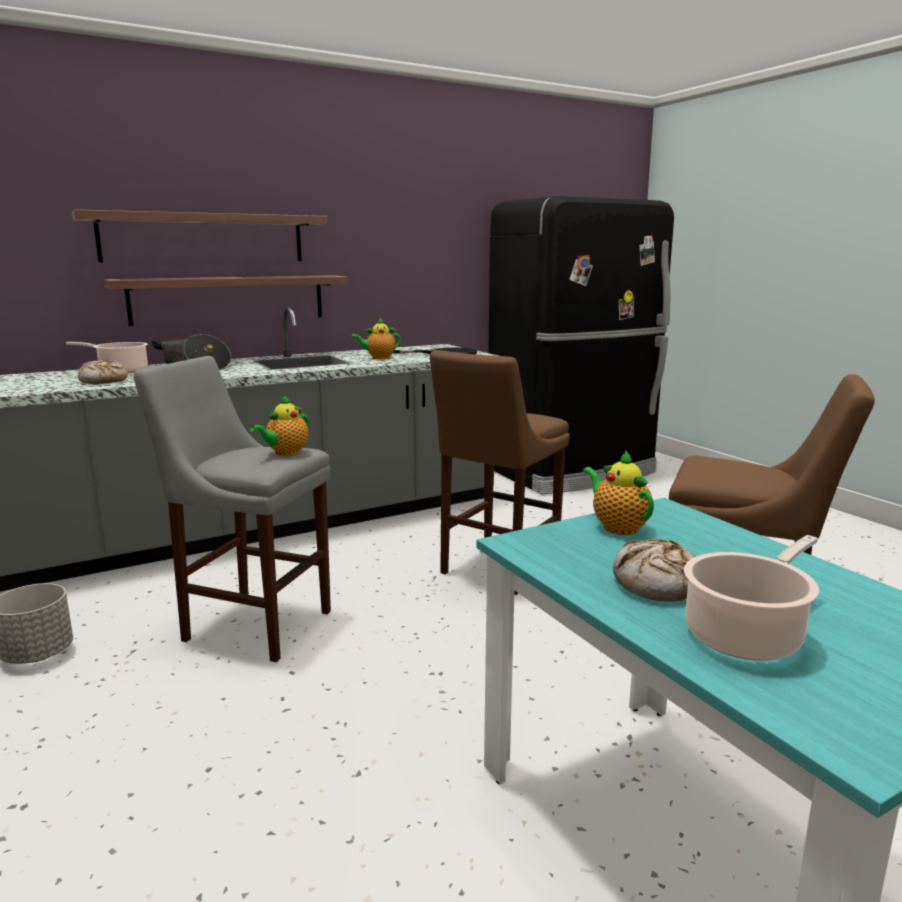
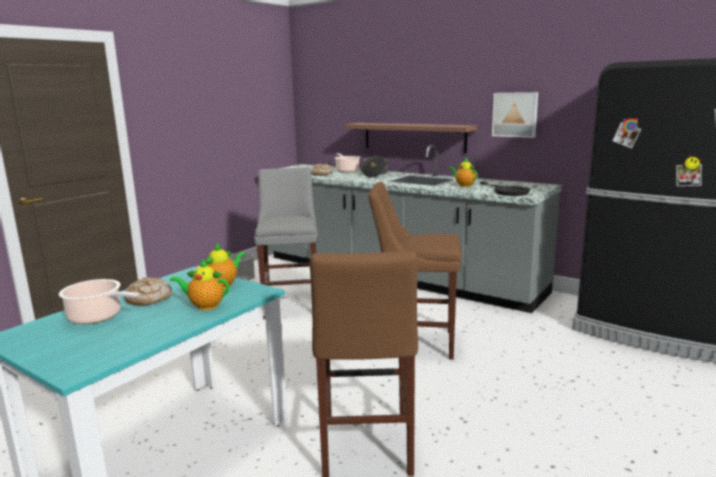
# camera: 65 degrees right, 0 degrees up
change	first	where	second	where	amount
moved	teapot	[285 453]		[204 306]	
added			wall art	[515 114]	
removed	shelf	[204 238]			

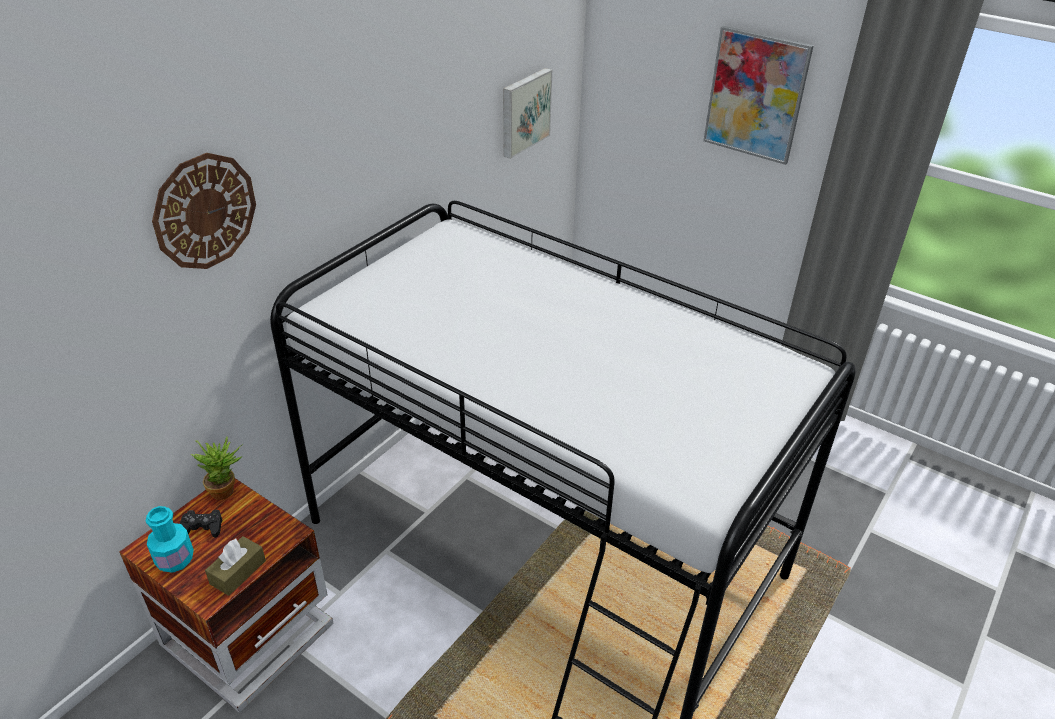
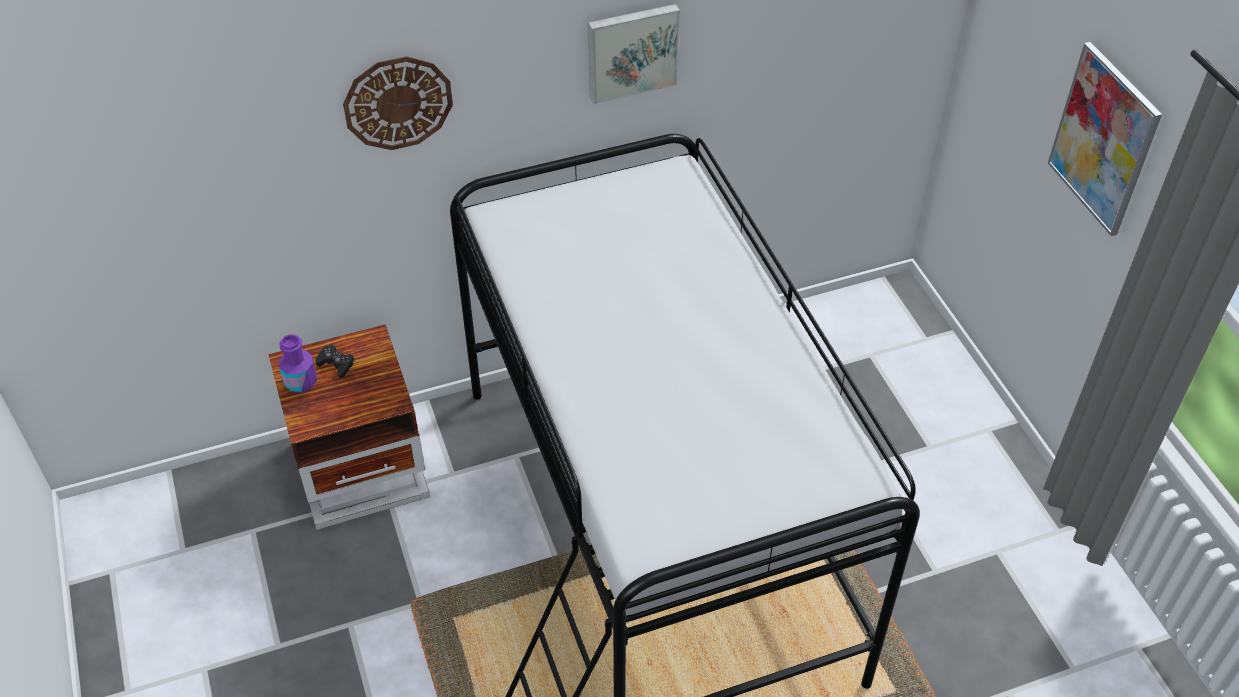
# camera: 35 degrees right, 10 degrees up
change	first	where	second	where	amount
recoloured	drink bottle (blue-green)	[175 559]	drink bottle (purplish)	[301 381]	
moved	wall art	[524 112]		[631 51]	
removed	plant in a pot	[227 490]			
removed	tissue box (brown-coloured)	[238 572]			

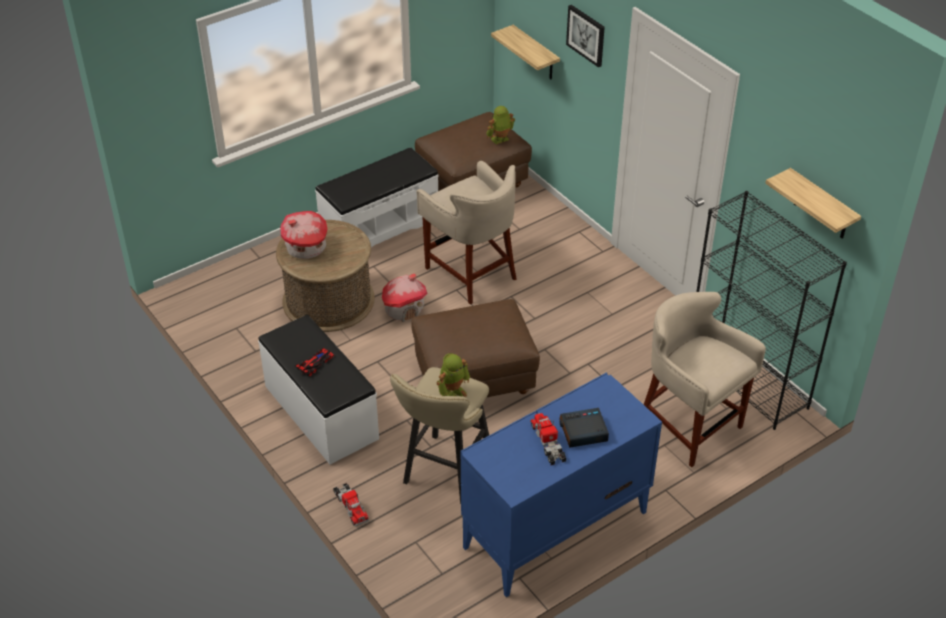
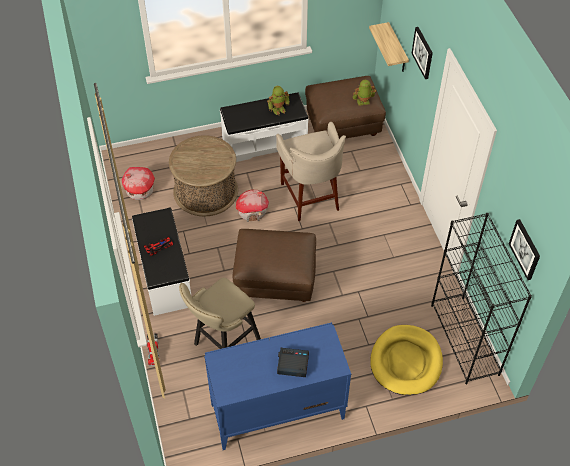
# camera: 20 degrees right, 10 degrees up
change	first	where	second	where	amount
moved	model house	[306 248]		[139 191]	
moved	toy robot	[453 392]		[278 109]	
replaced	stool seat (sand-coloured)	[689 426]	dog bed (yellow)	[406 362]	
replaced	shelf	[821 206]	wall art	[525 249]	
removed	toy truck	[548 443]			

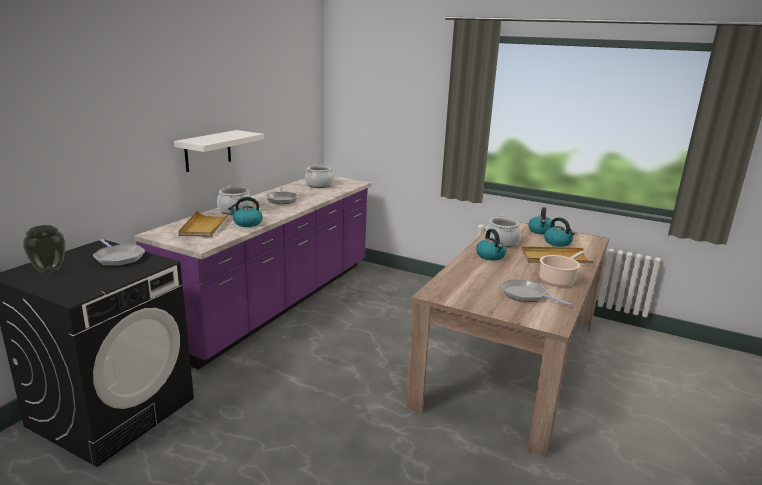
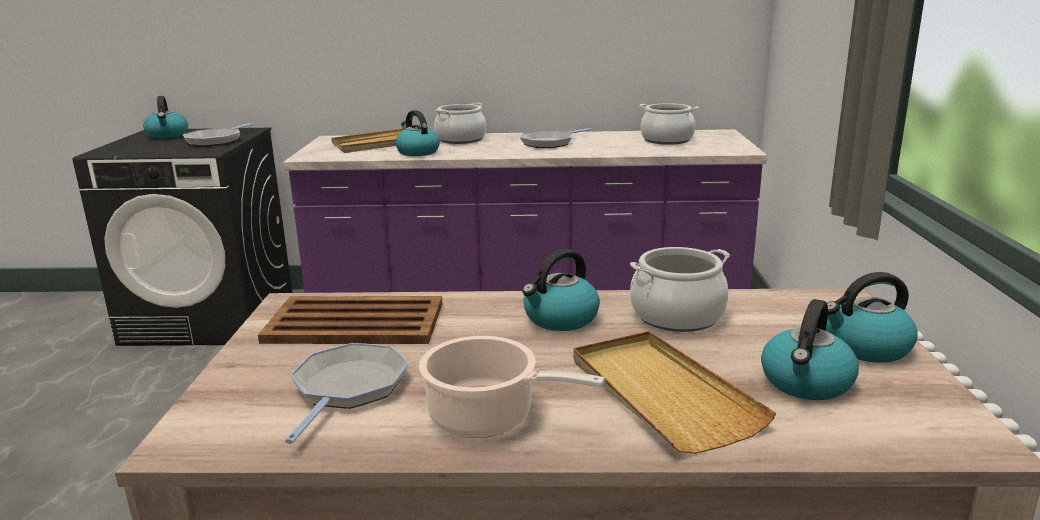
# camera: 65 degrees right, 0 degrees up
change	first	where	second	where	amount
replaced	flower vase	[49 270]	kettle	[167 135]	
added			serving tray (brown-coloured)	[353 322]	
removed	shelf (white-coloured)	[208 150]			

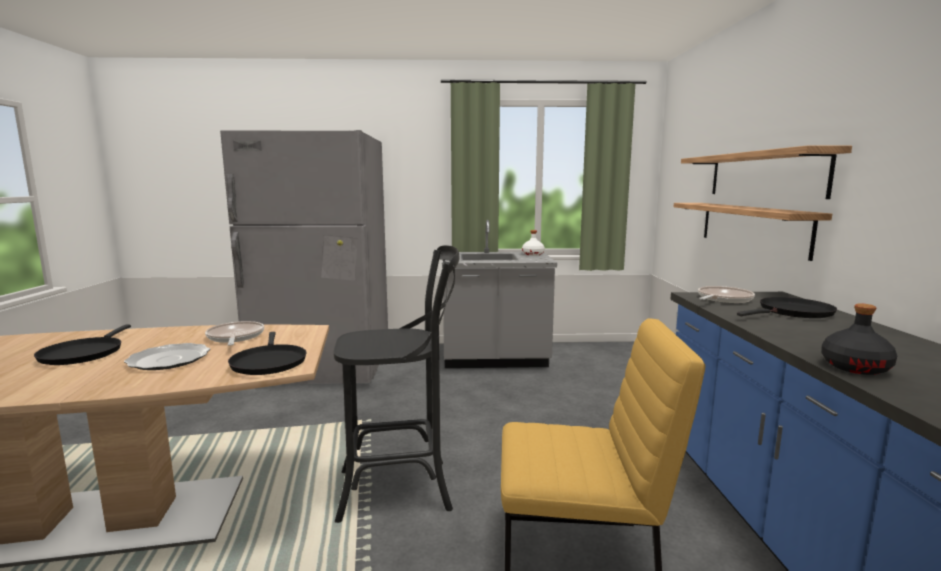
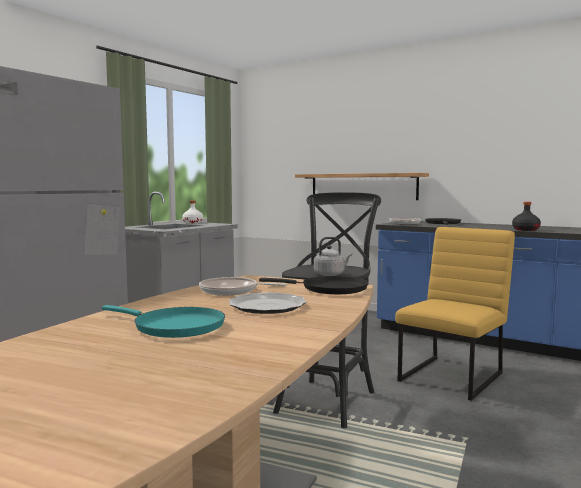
# camera: 55 degrees left, 5 degrees down
change	first	where	second	where	amount
recoloured	pan (black-coloured)	[84 353]	pan (blue-green)	[174 327]	
added			kettle (greyish)	[330 274]	
removed	shelf	[763 175]			

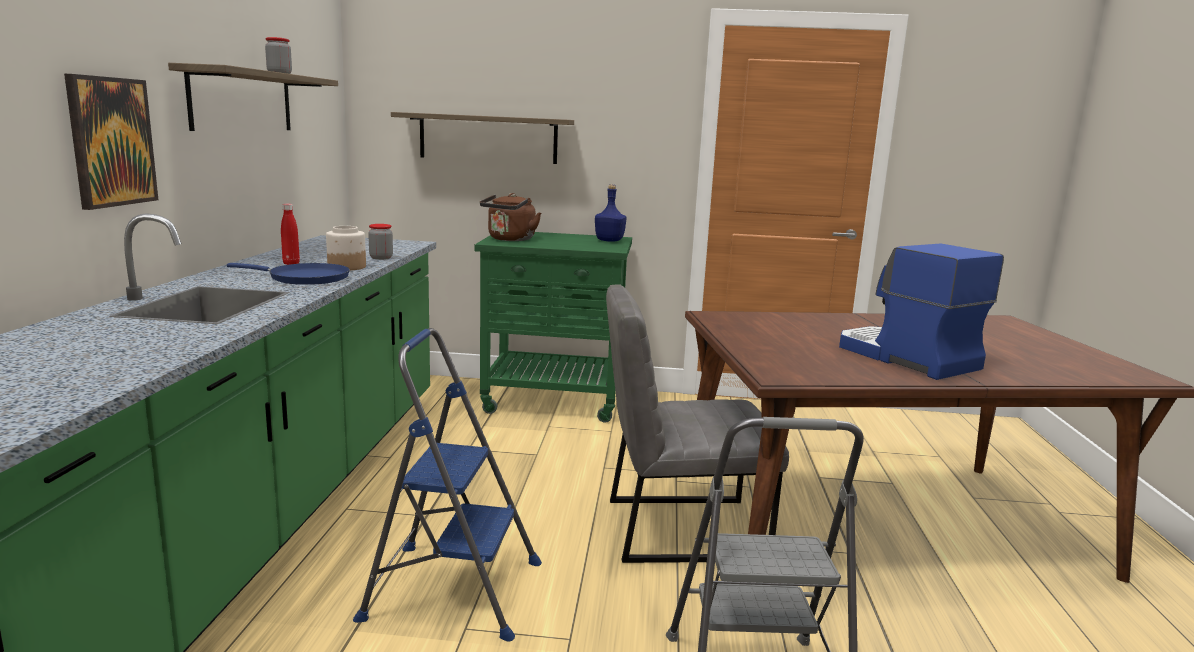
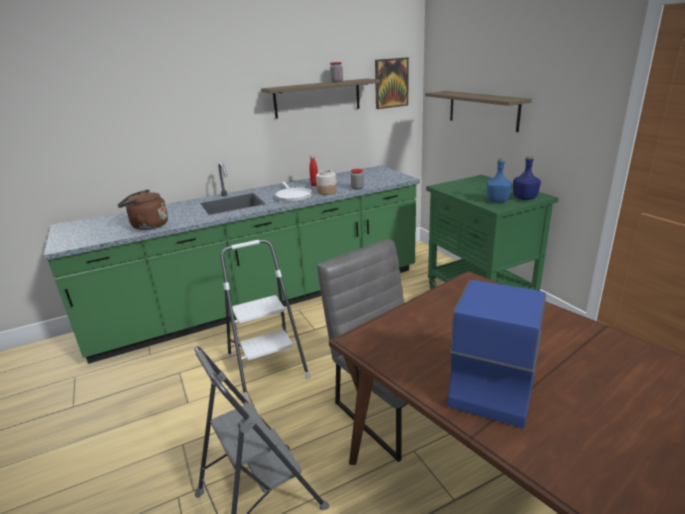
# camera: 60 degrees right, 10 degrees up
change	first	where	second	where	amount
moved	kettle (brown-coloured)	[510 239]		[147 226]	
recoloured	stepladder (blue-coloured)	[448 588]	stepladder (white-coloured)	[266 364]	
recoloured	pan (blue-coloured)	[304 278]	pan (white-coloured)	[293 196]	
moved	wall art	[111 142]		[391 83]	
added			drink bottle (blue-coloured)	[497 200]	

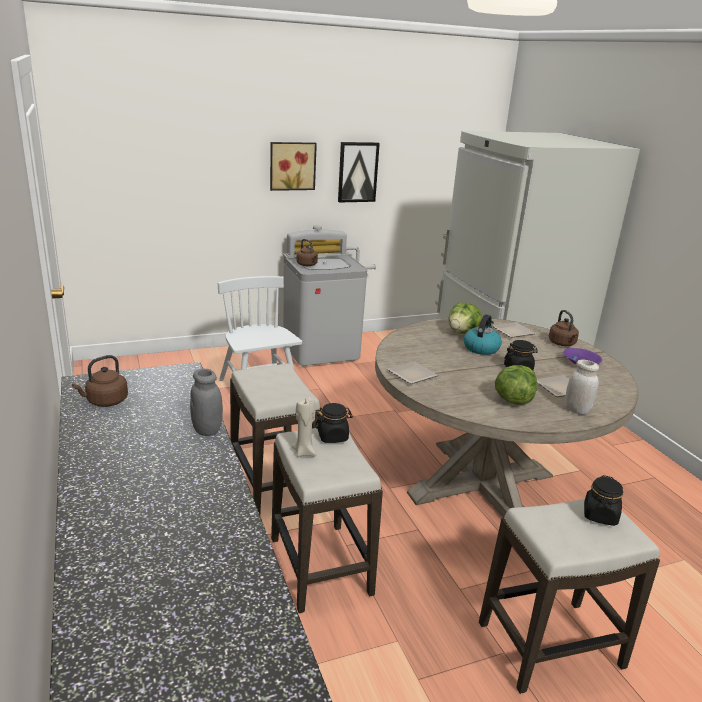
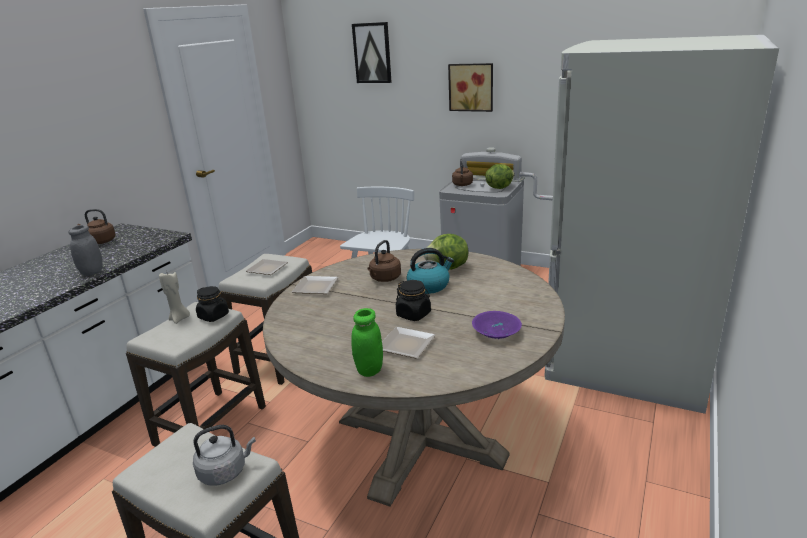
# camera: 50 degrees right, 0 degrees up
change	first	where	second	where	amount
replaced	preserve jar (black-coloured)	[600 515]	kettle (greyish)	[225 472]	
moved	plate	[511 331]		[266 268]	
recoloured	preserve jar (white-coloured)	[577 410]	preserve jar (greenish)	[369 370]	
moved	wall art	[357 172]		[372 53]	
moved	kettle (brown-coloured)	[562 344]		[384 279]	
moved	head of lettuce	[513 400]		[499 187]	

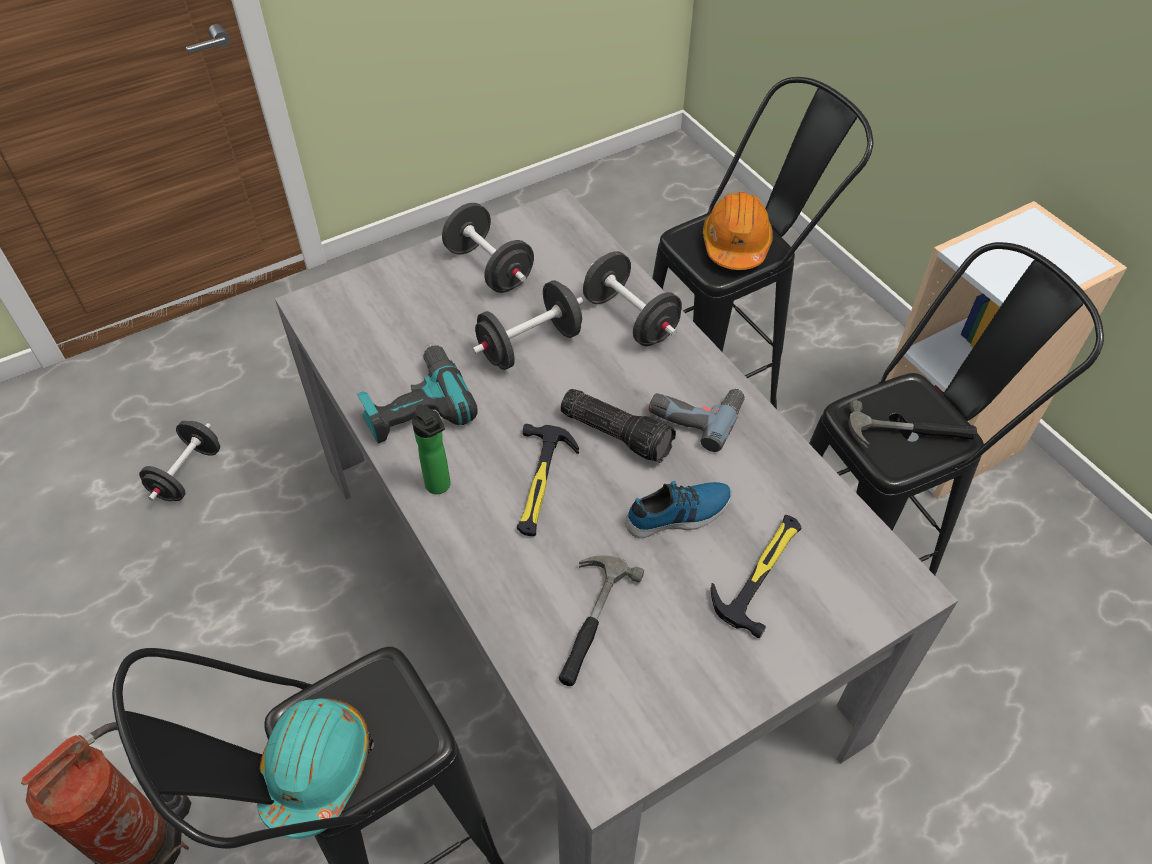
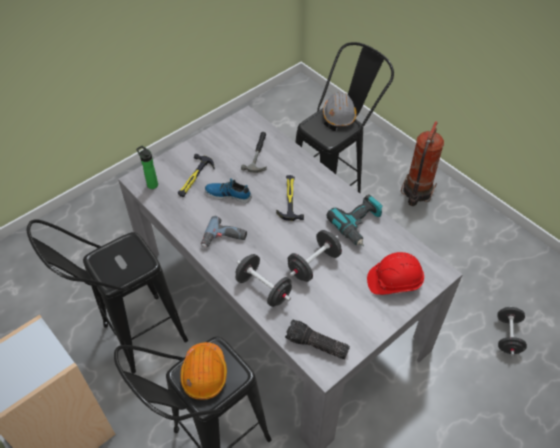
# camera: 170 degrees right, 0 degrees up
change	first	where	second	where	amount
moved	drink bottle	[440 487]		[151 184]	
turned	item of footwear	[679 515]		[228 194]	45 degrees clockwise
moved	flashlight	[617 433]		[316 345]	
recoloured	hard hat (blue-green)	[316 769]	hard hat (greyish)	[339 115]	
added			hard hat (reddish)	[394 281]	
removed	free weight (black-coloured)	[489 268]			
removed	tool hammer	[910 433]			

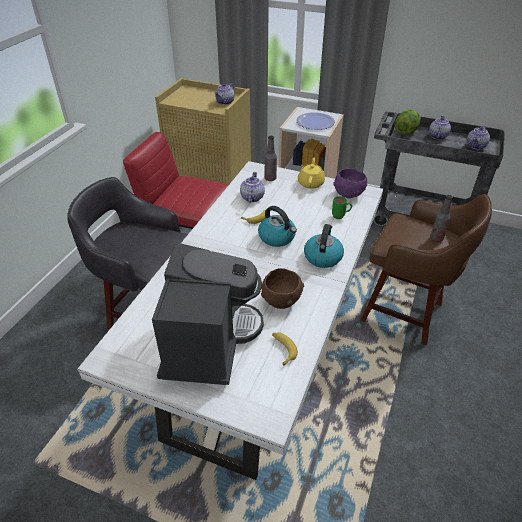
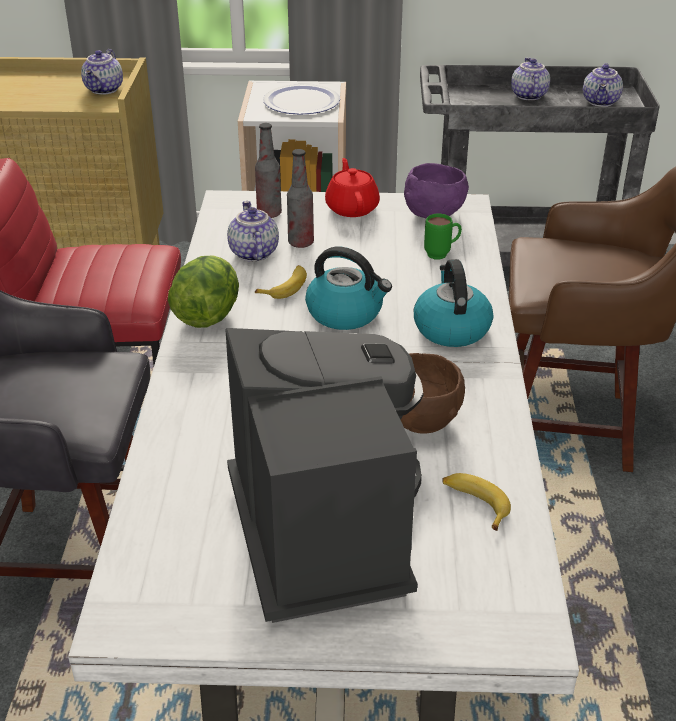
# camera: 20 degrees left, 5 degrees down
change	first	where	second	where	amount
moved	head of lettuce	[406 132]		[207 315]	
moved	drink bottle	[436 238]		[301 243]	
recoloured	teapot (yellow)	[311 183]	teapot (reddish)	[352 208]	

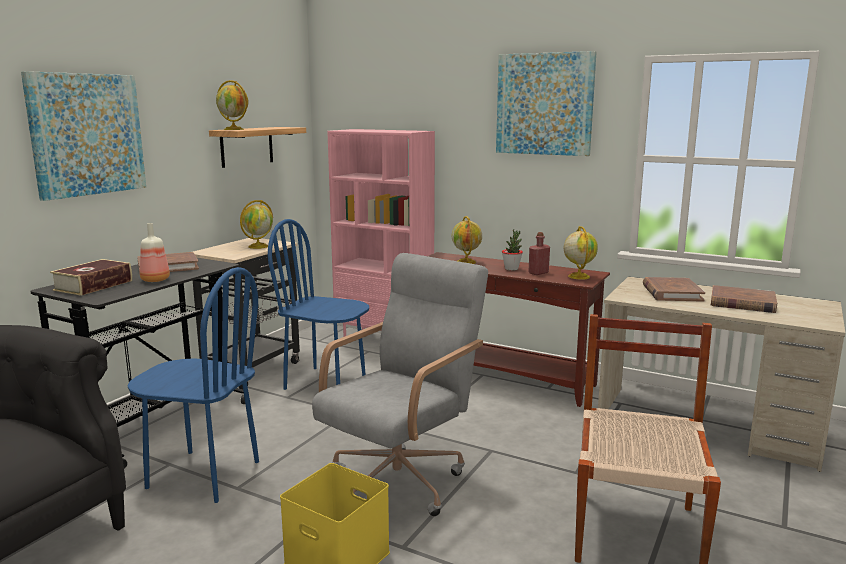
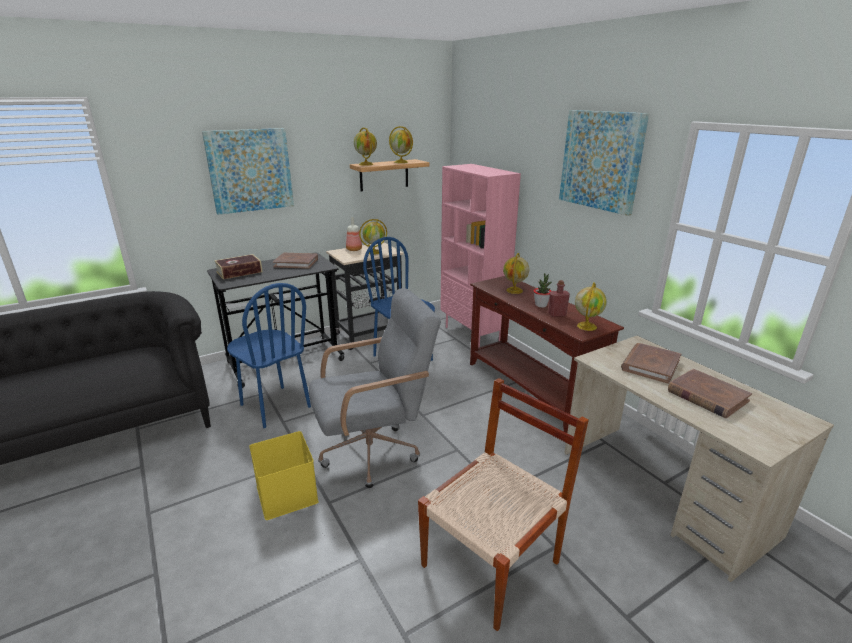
# camera: 30 degrees right, 10 degrees up
change	first	where	second	where	amount
moved	drink bottle	[154 280]		[353 250]	
added			world globe	[401 162]	

